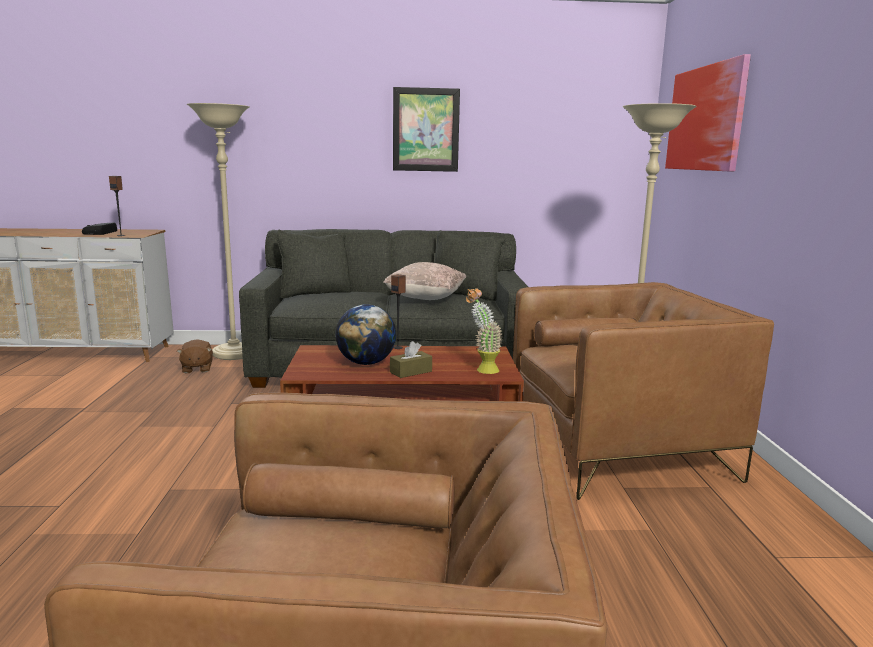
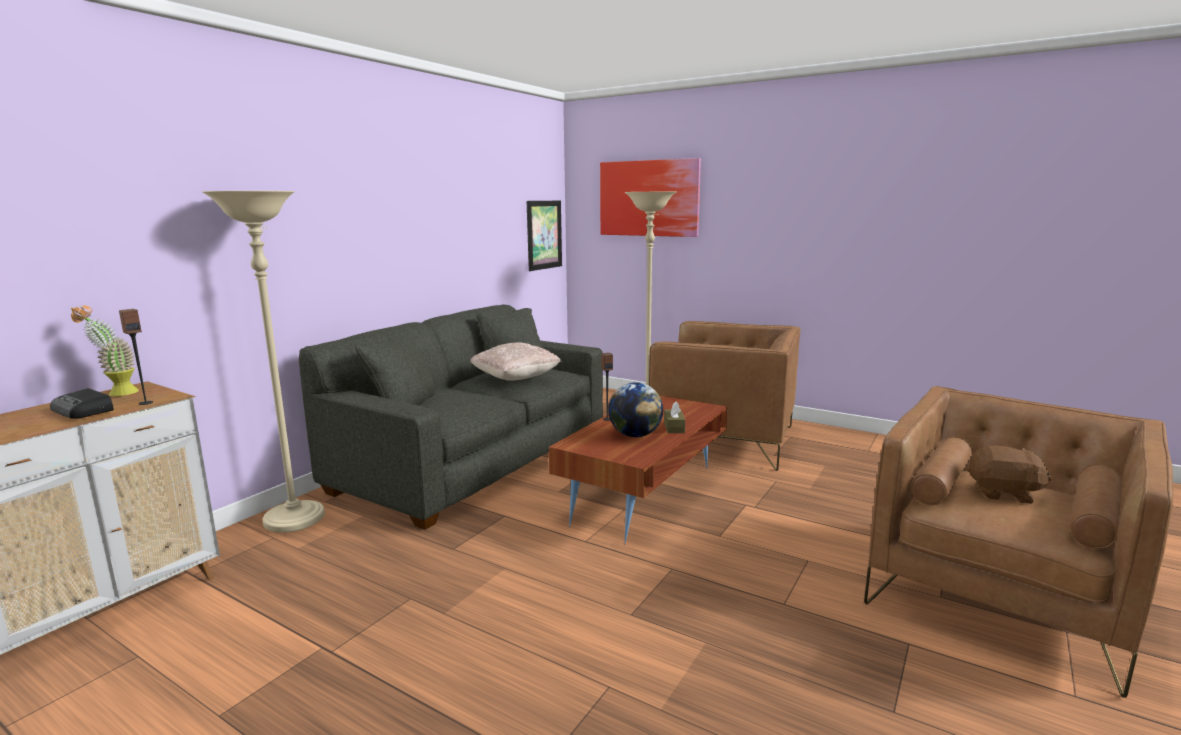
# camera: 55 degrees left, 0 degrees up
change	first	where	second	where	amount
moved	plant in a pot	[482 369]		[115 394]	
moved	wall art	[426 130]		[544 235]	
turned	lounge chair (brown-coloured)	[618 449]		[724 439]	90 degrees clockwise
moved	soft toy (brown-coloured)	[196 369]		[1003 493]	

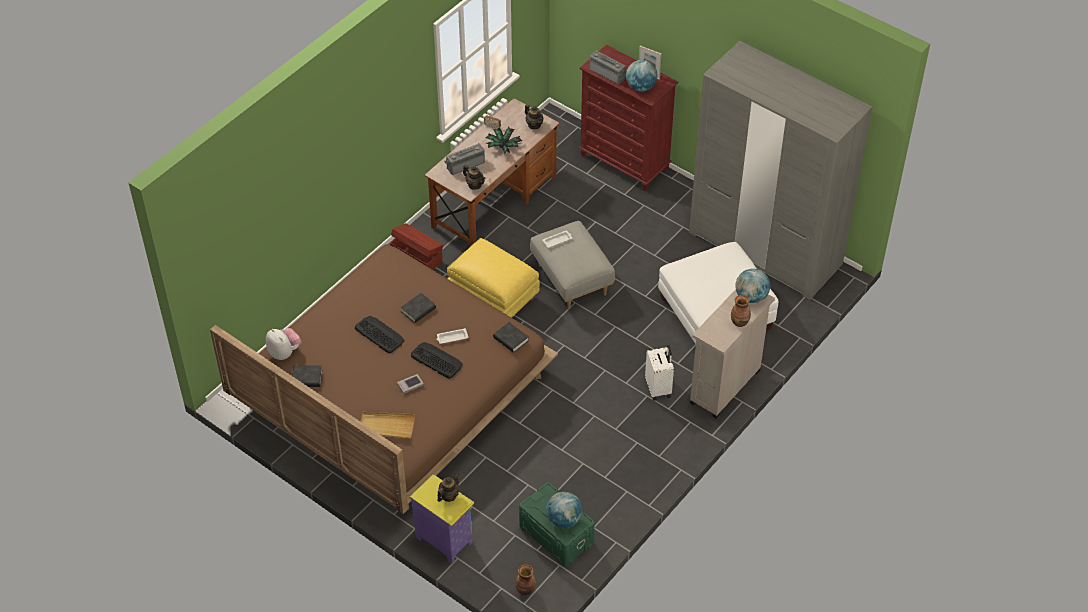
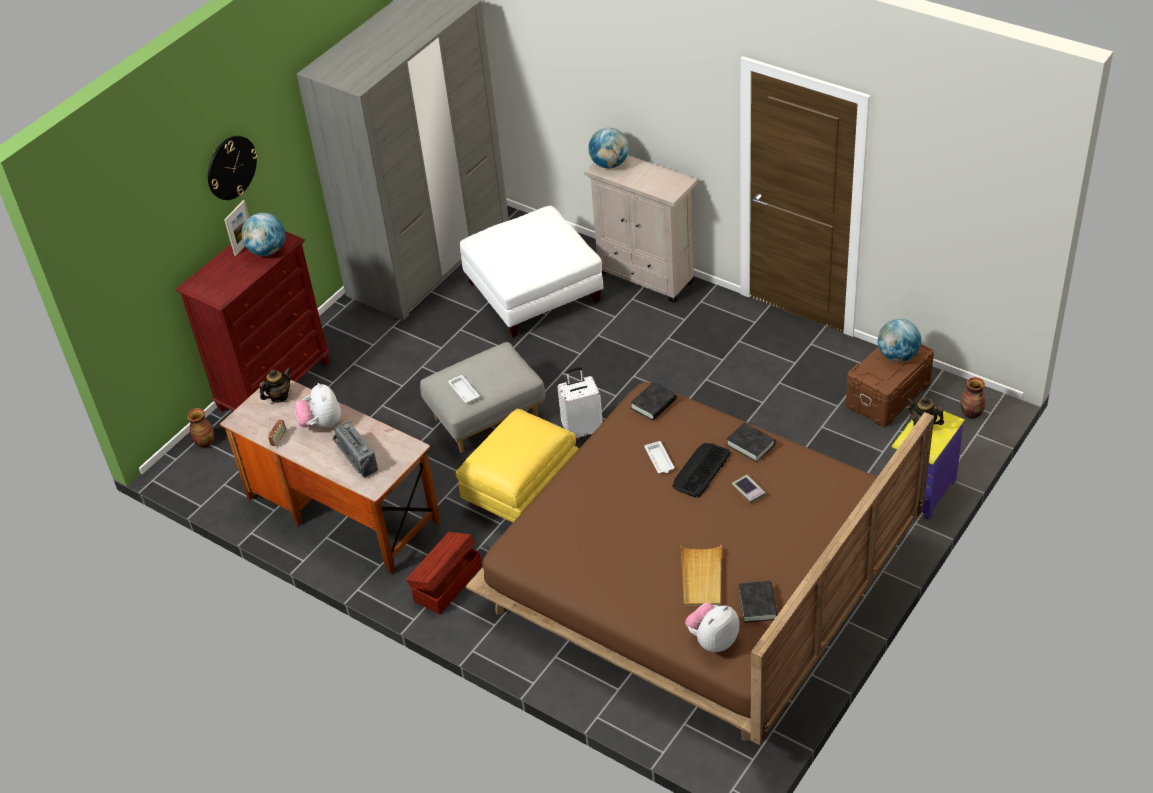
# camera: 90 degrees left, 5 degrees down
change	first	where	second	where	amount
moved	flower vase	[740 322]		[205 442]	
added			hanging clock	[231 167]	
replaced	plant in a pot	[503 147]	soft toy	[322 423]	
moved	piece of luggage (white-coloured)	[659 388]		[582 430]	
moved	serving tray (sand-coloured)	[386 426]		[701 578]	
moved	bound book (black-coloured)	[418 310]		[750 445]	
recoloured	storage box (greenish)	[556 535]	storage box (brown-coloured)	[888 395]	
removed	keyboard	[379 334]			
removed	teapot	[474 185]			
removed	radio	[608 73]			

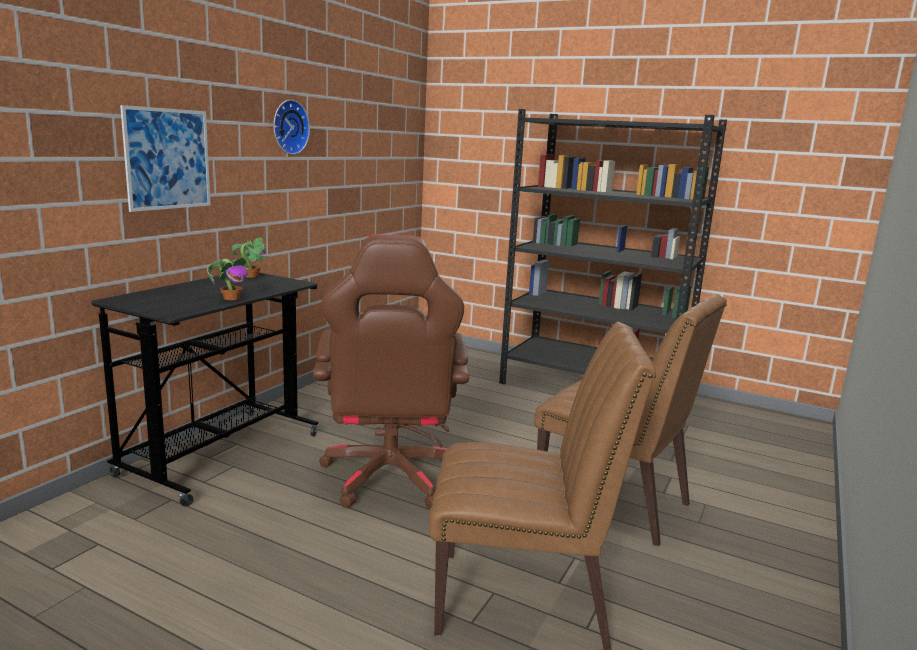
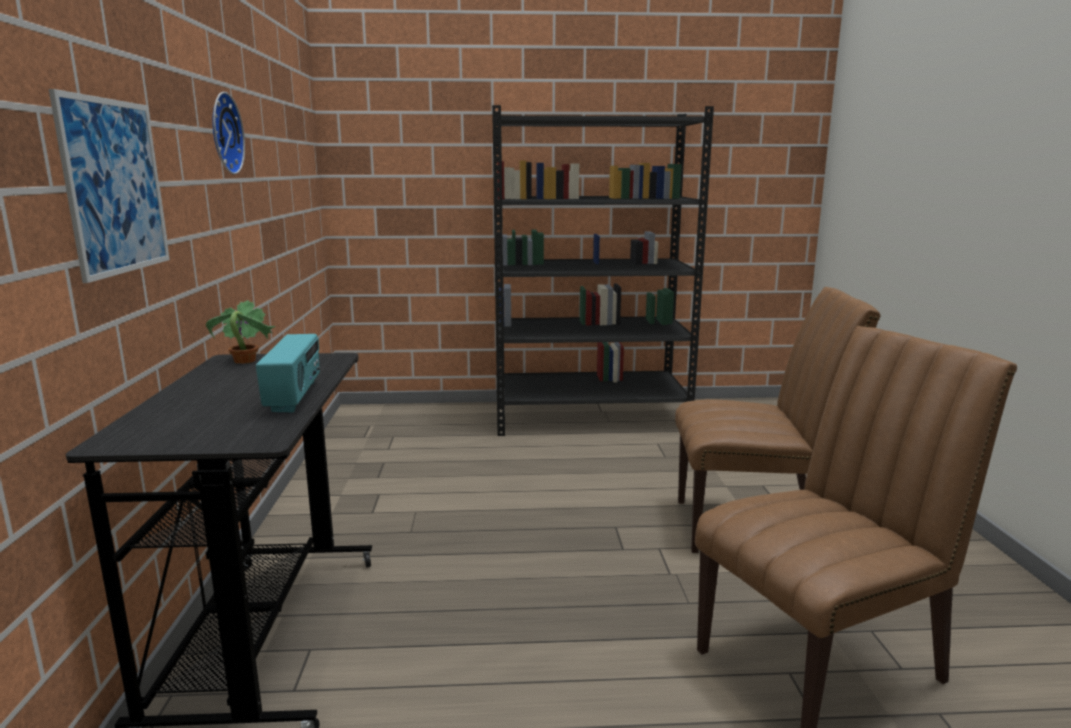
# camera: 30 degrees left, 0 degrees up
change	first	where	second	where	amount
replaced	plant in a pot	[232 298]	radio	[295 397]	
removed	office chair (brown-coloured)	[389 476]			

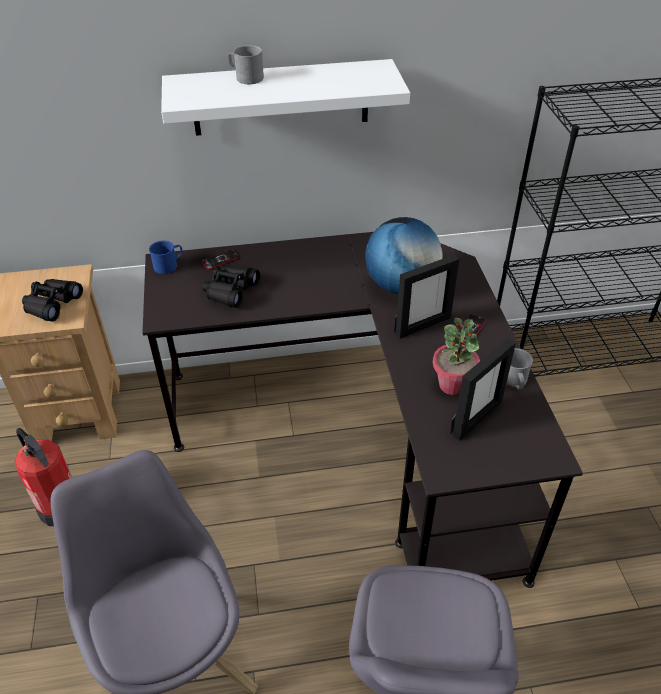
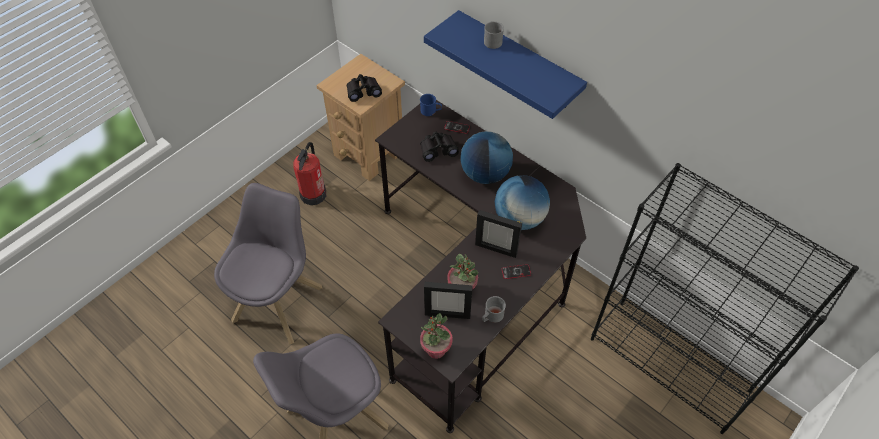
# camera: 50 degrees right, 10 degrees up
change	first	where	second	where	amount
added			plant in a pot	[436 350]	
recoloured	shelf (white-coloured)	[280 98]	shelf (blue-coloured)	[518 61]	
added			world globe	[485 174]	

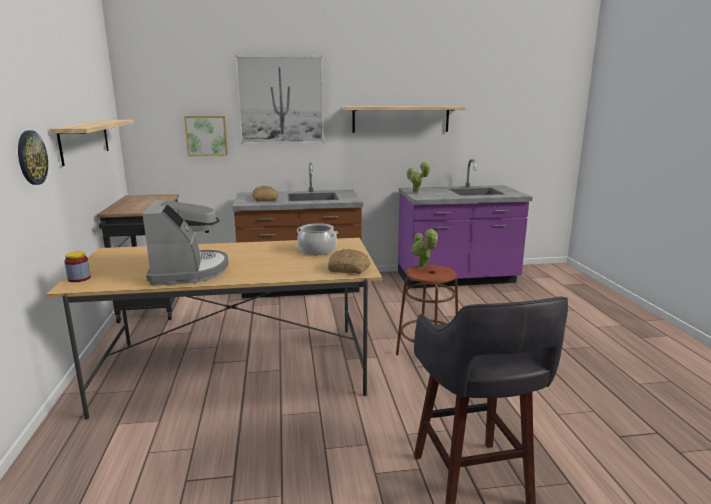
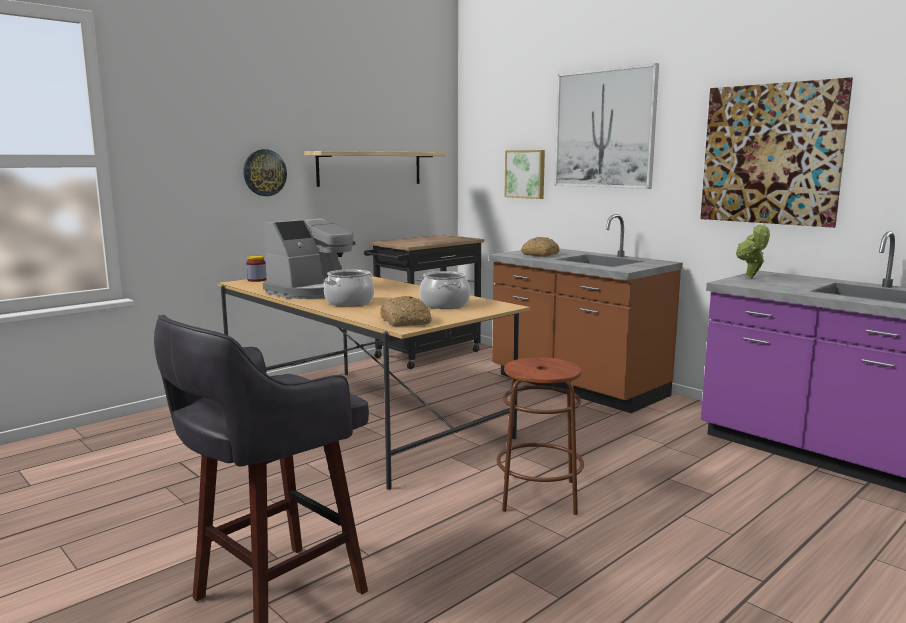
# camera: 55 degrees right, 5 degrees down
change	first	where	second	where	amount
added			stockpot	[349 302]	
replaced	shelf	[401 119]	wall art	[771 154]	
removed	plant in a pot	[422 268]			

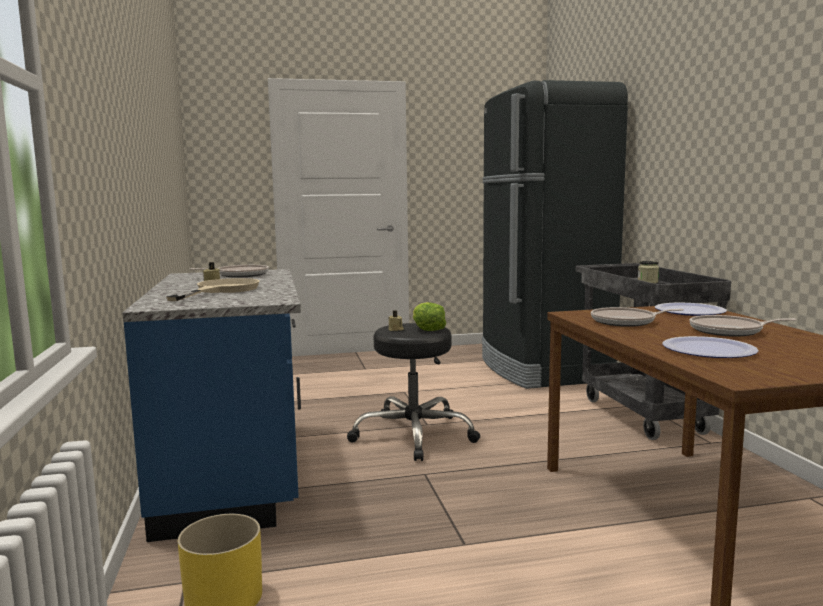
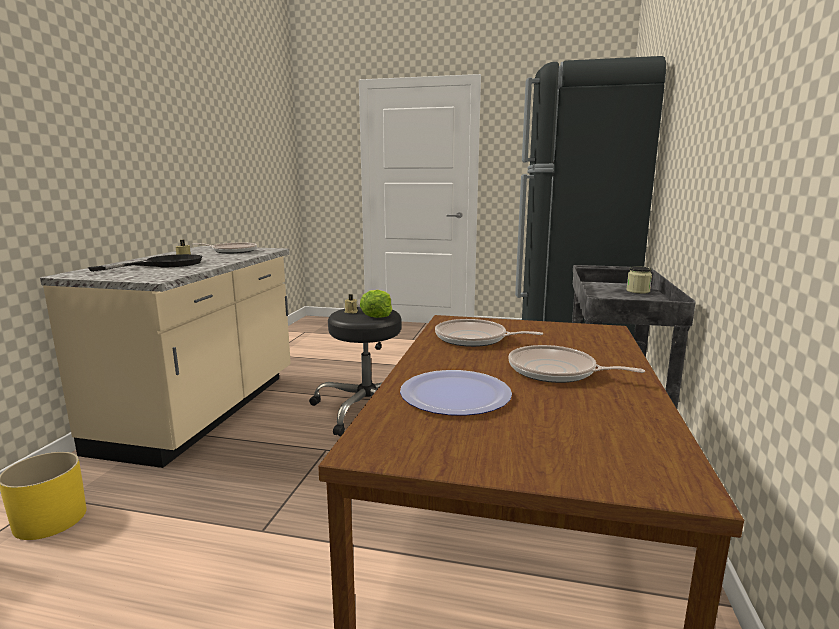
# camera: 25 degrees right, 5 degrees up
change	first	where	second	where	amount
recoloured	kitchen base unit (blue-coloured)	[235 471]	kitchen base unit (sand-coloured)	[204 412]	
recoloured	pan (sand-coloured)	[221 290]	pan (black-coloured)	[164 264]	
removed	plate	[689 311]			

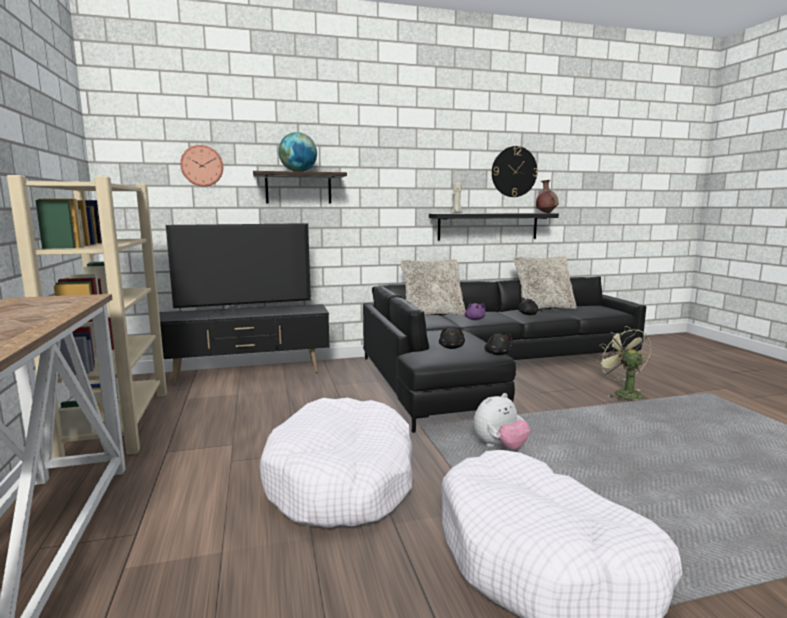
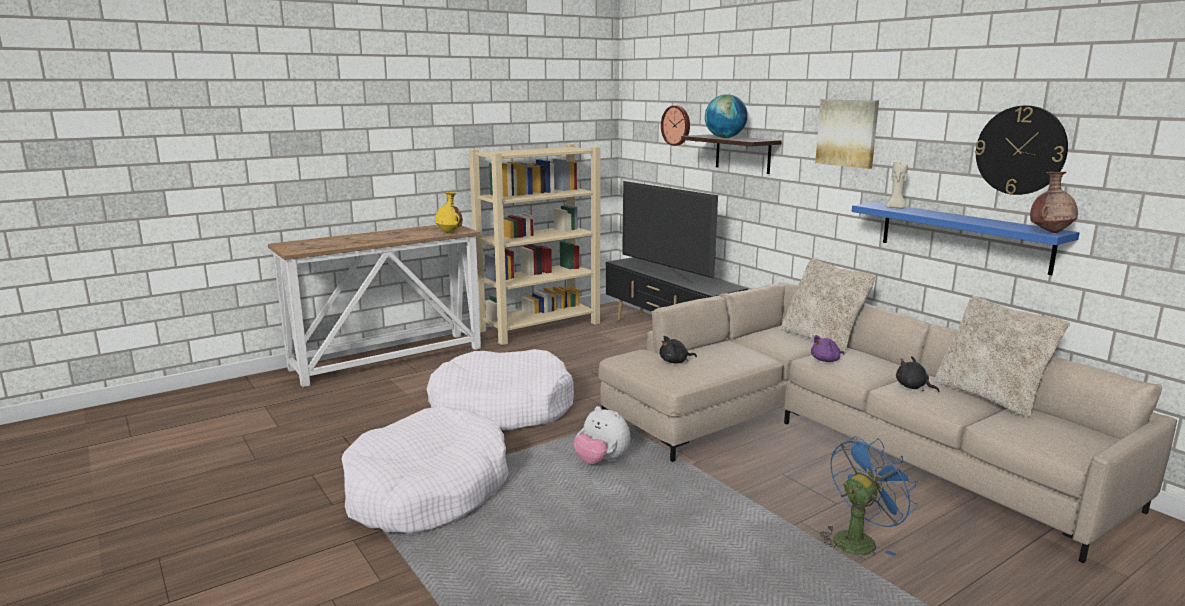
# camera: 70 degrees right, 5 degrees up
change	first	where	second	where	amount
added			flower vase (yellow)	[450 232]	
recoloured	couch (black-coloured)	[488 369]	couch (sand-coloured)	[837 437]	
added			wall art	[847 133]	
recoloured	cooling fan (greenish)	[623 393]	cooling fan (blue-coloured)	[858 539]	
recoloured	shelf (black-coloured)	[488 226]	shelf (blue-coloured)	[963 236]	
removed	soft toy (black-coloured)	[497 354]			

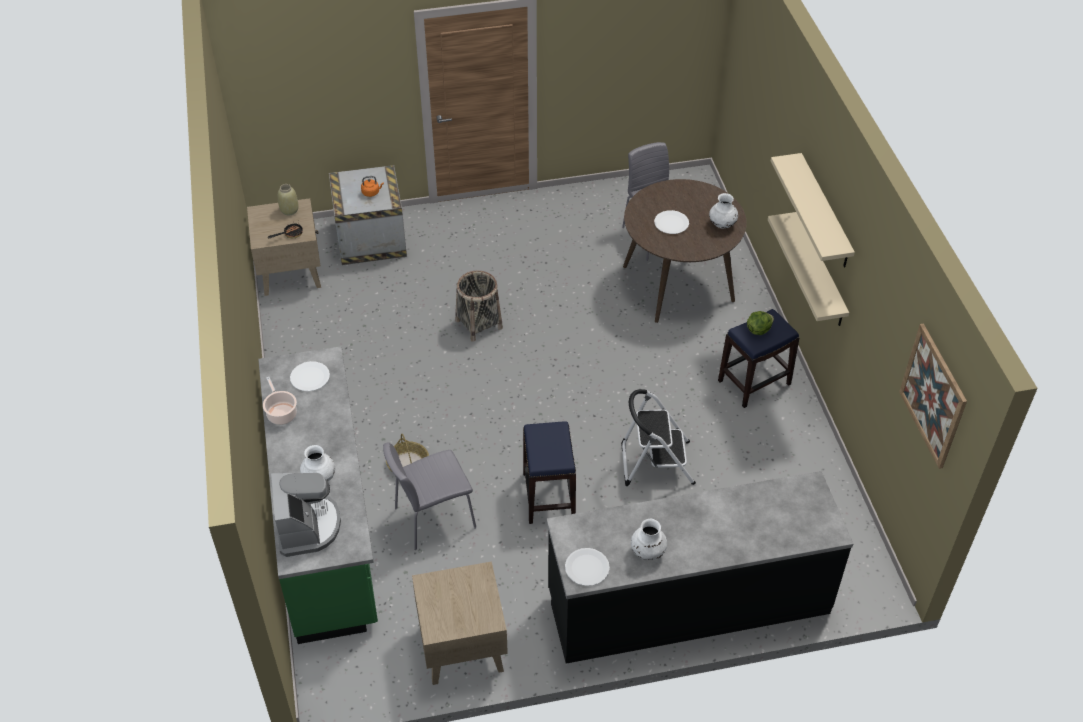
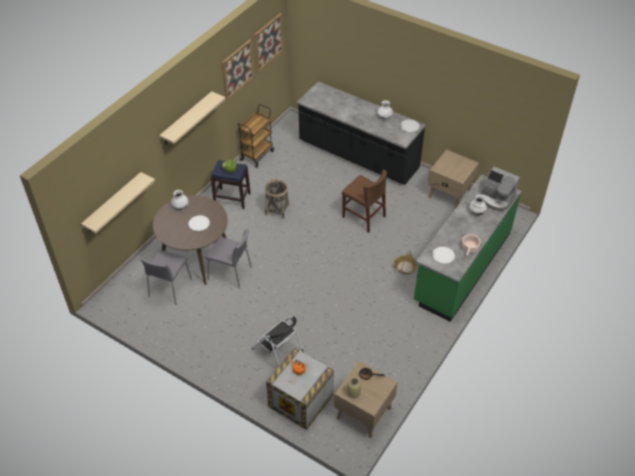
# camera: 135 degrees left, 0 degrees up
change	first	where	second	where	amount
moved	shelf (sand-coloured)	[820 271]		[113 203]	
moved	plain chair (greyish)	[432 519]		[231 273]	
added			wall art	[237 69]	
added			trolley (brown-coloured)	[257 155]	
moved	stepladder	[654 463]		[278 351]	
moved	basket	[479 324]		[277 210]	
replaced	stool seat	[548 496]	plain chair (brown-coloured)	[363 216]	
turned	coffee maker	[307 527]		[496 199]	90 degrees counterclockwise

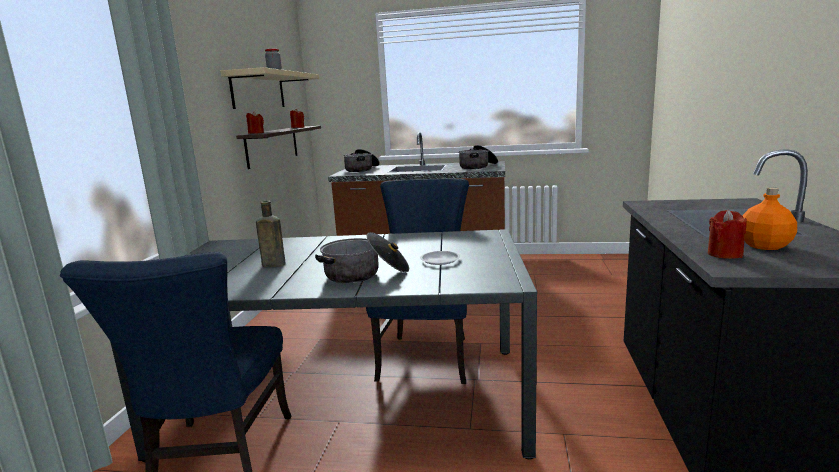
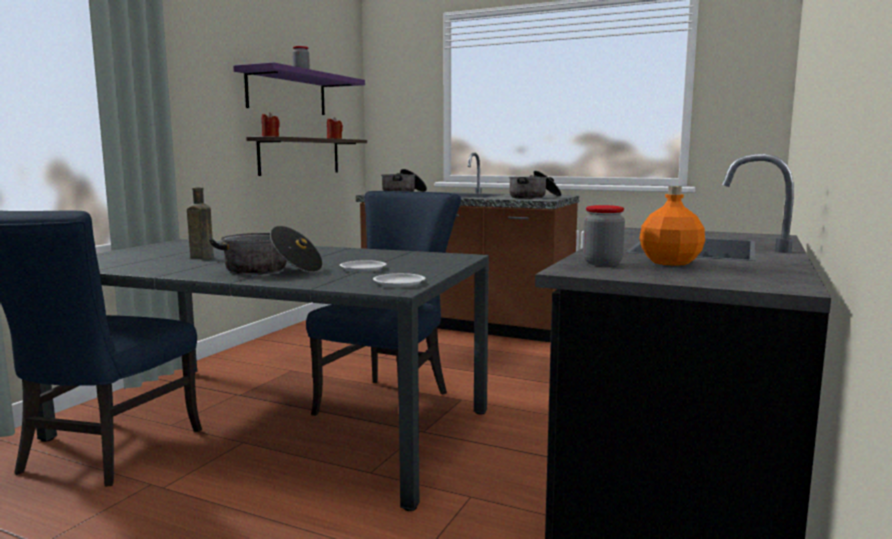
# camera: 15 degrees right, 5 degrees down
change	first	where	second	where	amount
recoloured	shelf (sand-coloured)	[258 91]	shelf (purplish)	[287 93]	
added			plate (white-coloured)	[399 283]	
replaced	wax light (reddish)	[724 254]	preserve jar	[602 263]	

